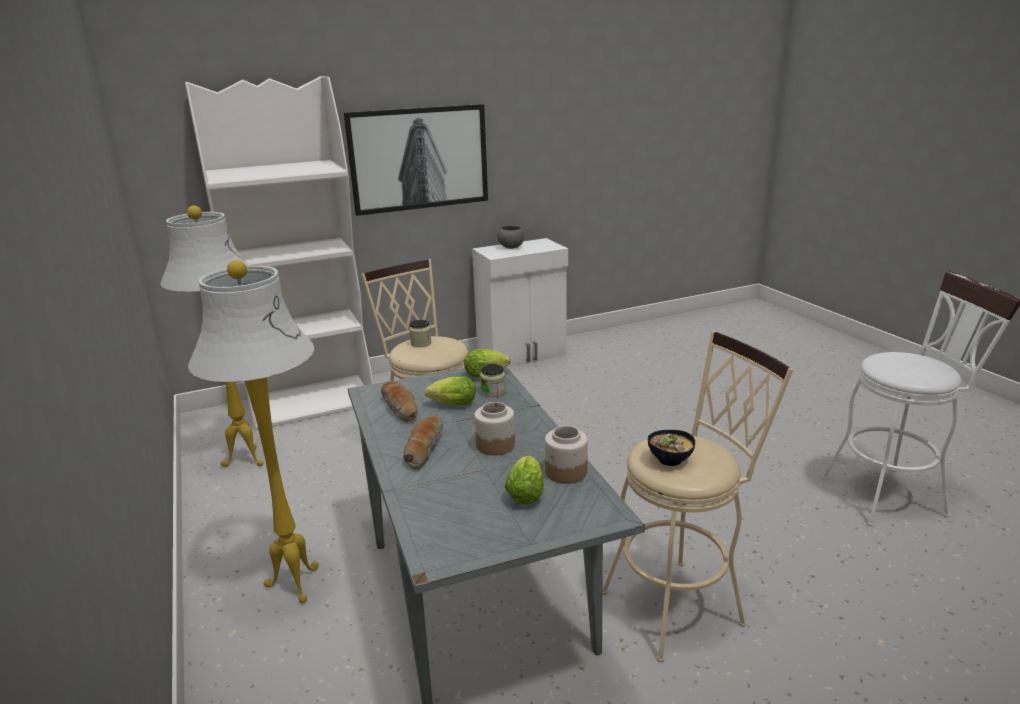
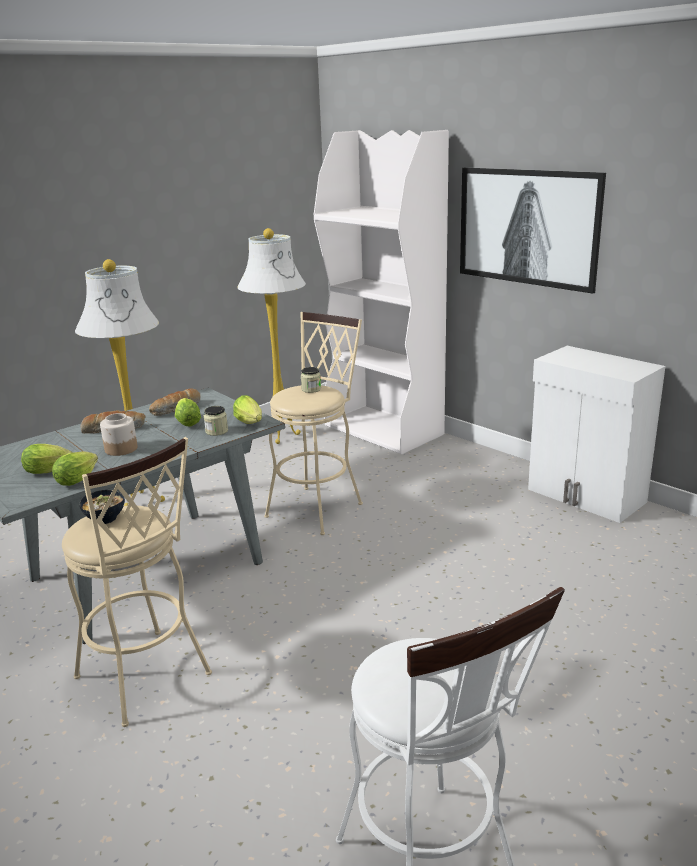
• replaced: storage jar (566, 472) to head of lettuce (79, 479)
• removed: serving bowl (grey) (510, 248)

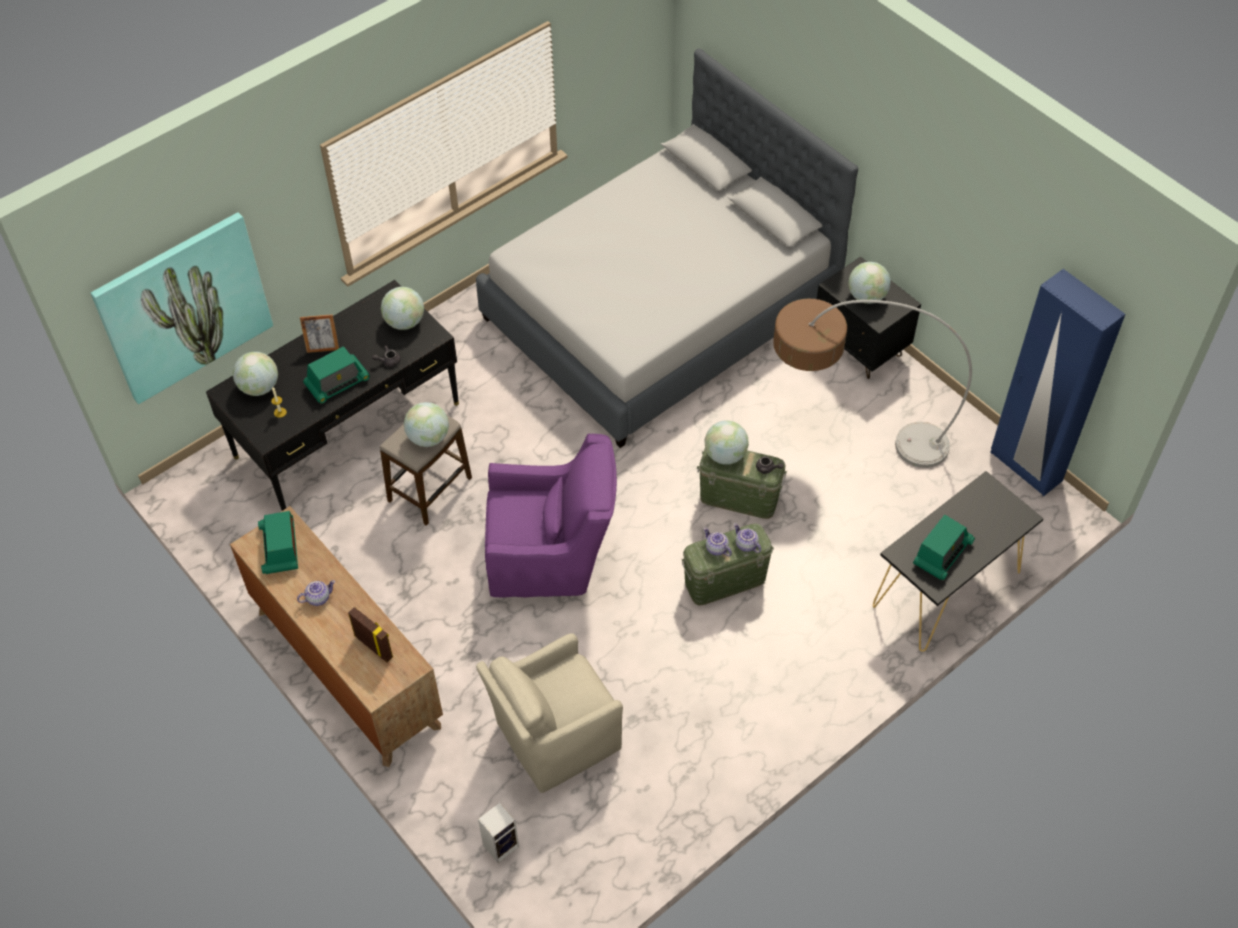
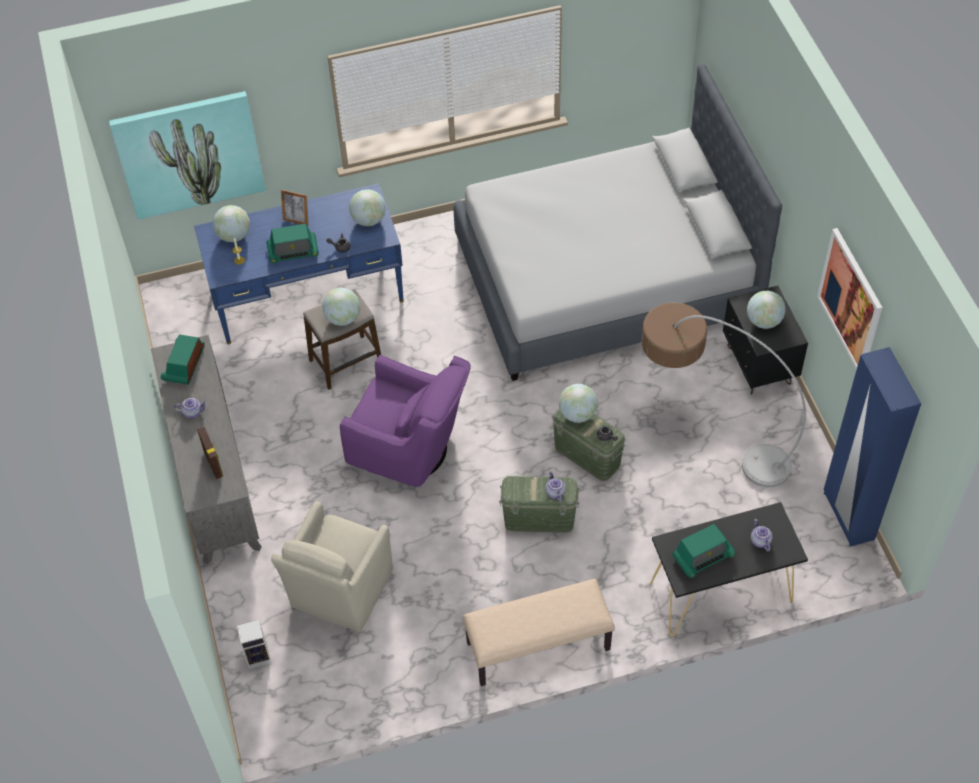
• recoloured: chest of drawers (brown-coloured) (347, 667) to chest of drawers (grey) (214, 478)
• recoloured: desk unit (black) (347, 430) to desk unit (blue-coloured) (307, 293)
• turned: armchair (beige-coloured) (554, 738) = (340, 591) 60 degrees counterclockwise
• added: long seat (beige-coloured) (538, 647)
• moved: tea pot (716, 549) to (760, 541)
• added: picture (850, 301)

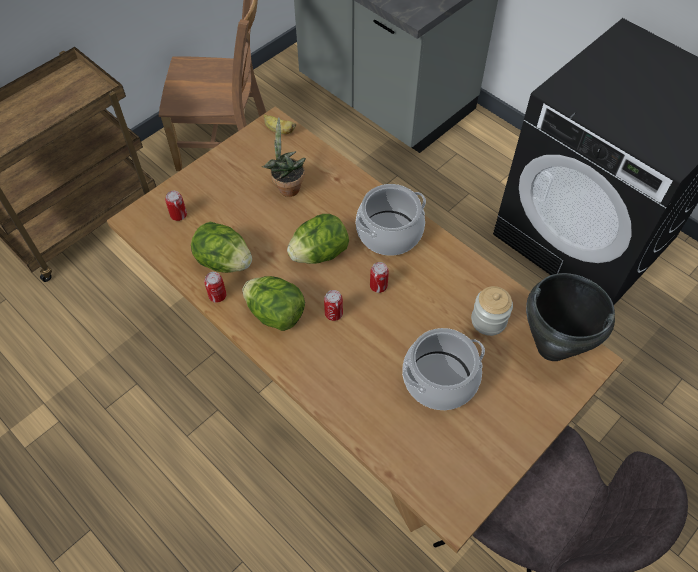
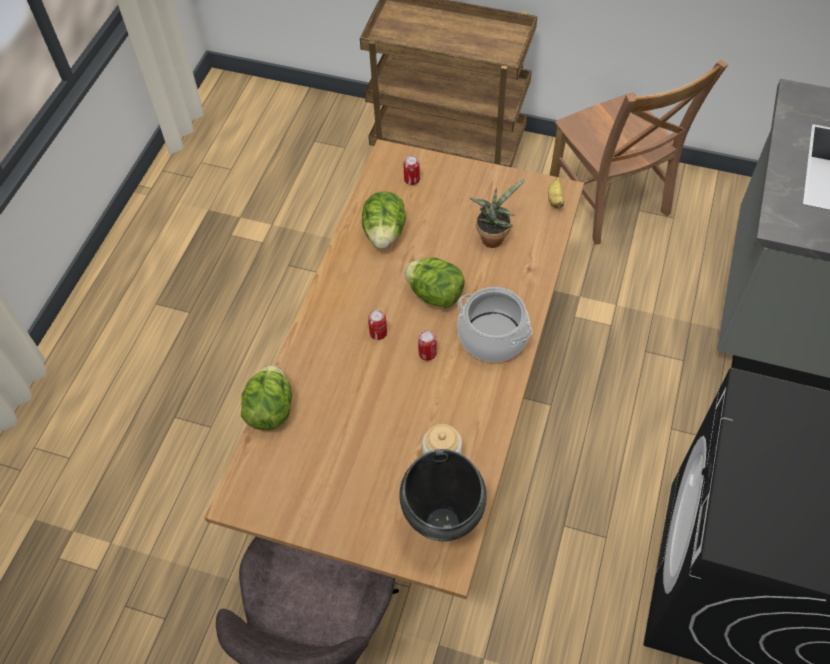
• moved: head of lettuce (276, 314) to (270, 410)
• removed: metal can (217, 296)
• removed: stockpot (439, 379)

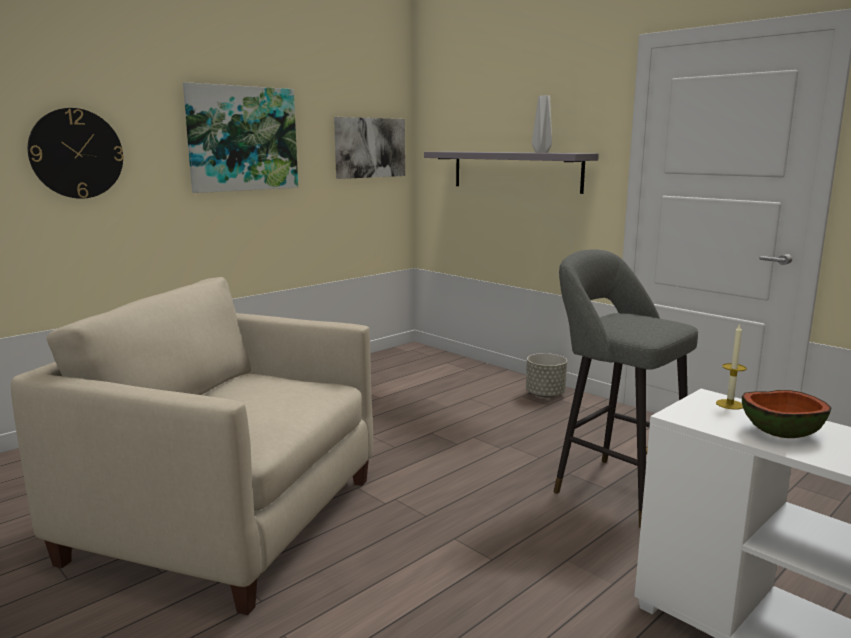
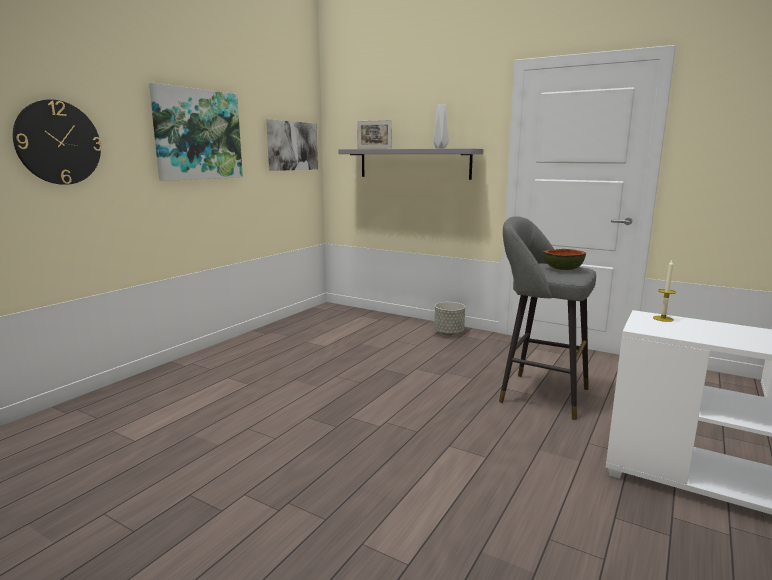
• added: standing frame (374, 148)
• moved: serving bowl (781, 432) to (563, 269)
• removed: armchair (beige-coloured) (228, 519)

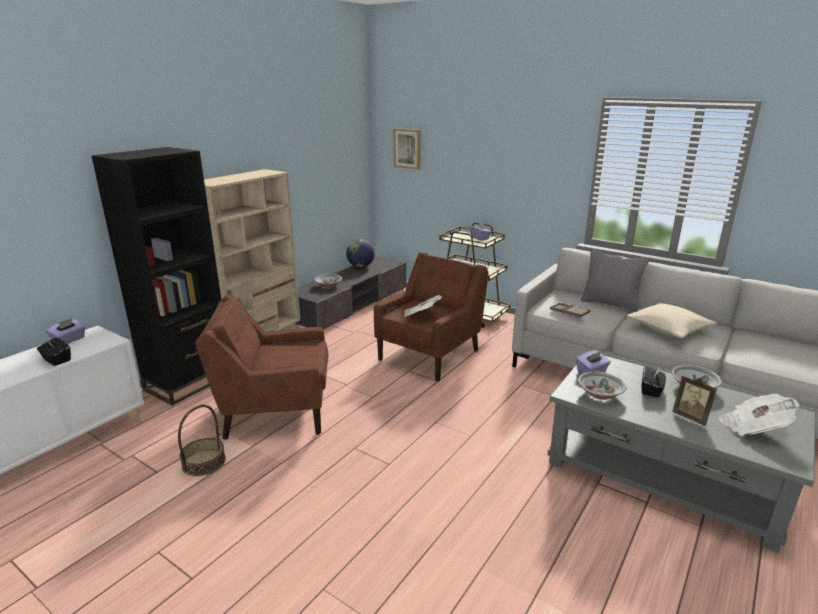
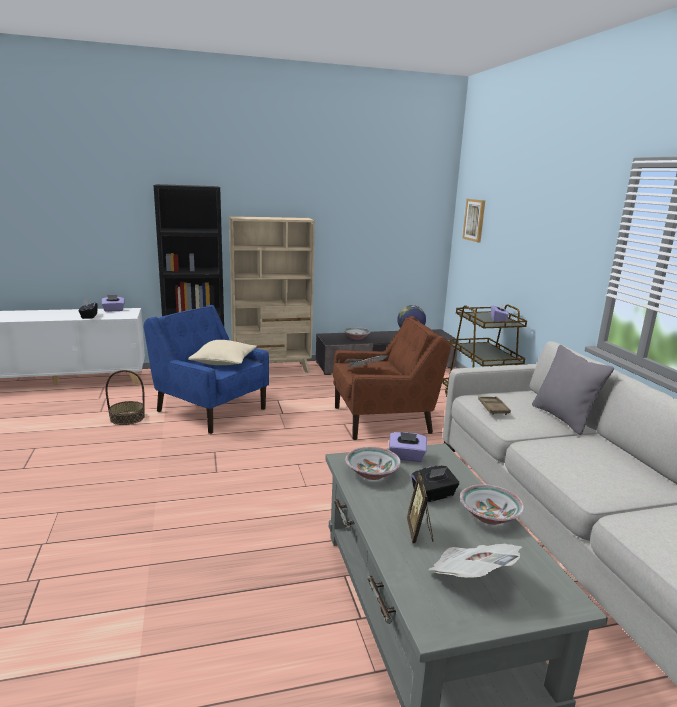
• recoloured: armchair (brown-coloured) (276, 411) to armchair (blue-coloured) (211, 409)
• moved: throw pillow (beige-coloured) (669, 329) to (223, 362)

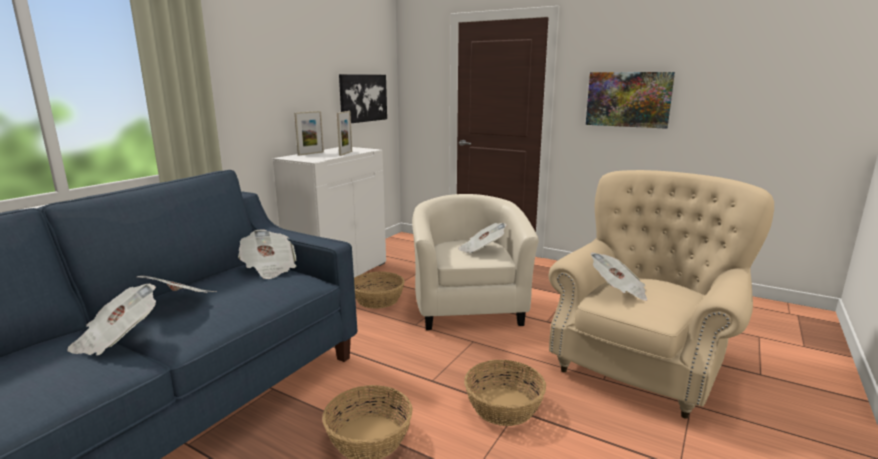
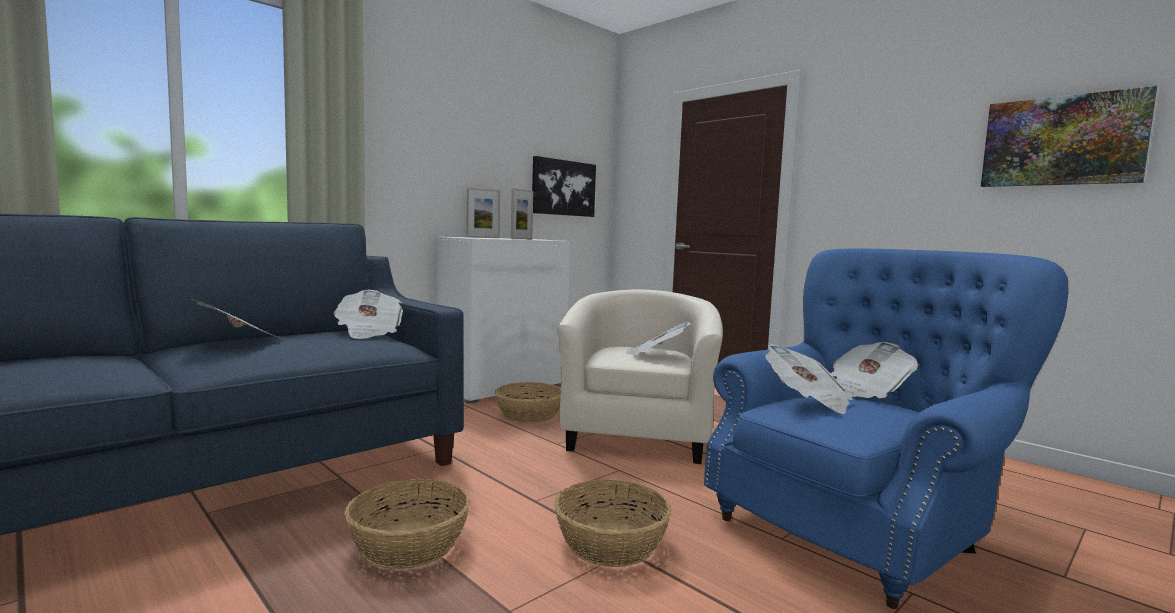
• recoloured: armchair (beige-coloured) (642, 362) to armchair (blue-coloured) (857, 529)
• moved: newspaper (117, 339) to (866, 392)
• moved: picture (628, 99) to (1062, 141)

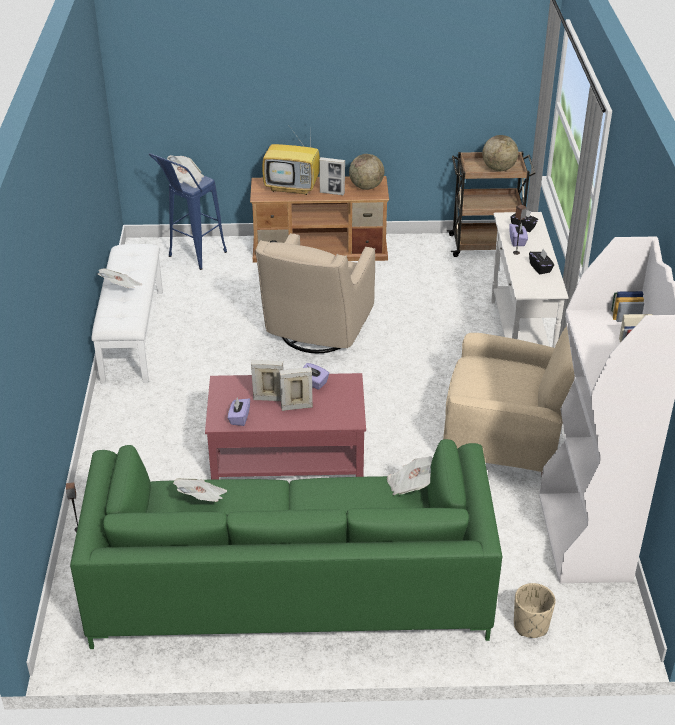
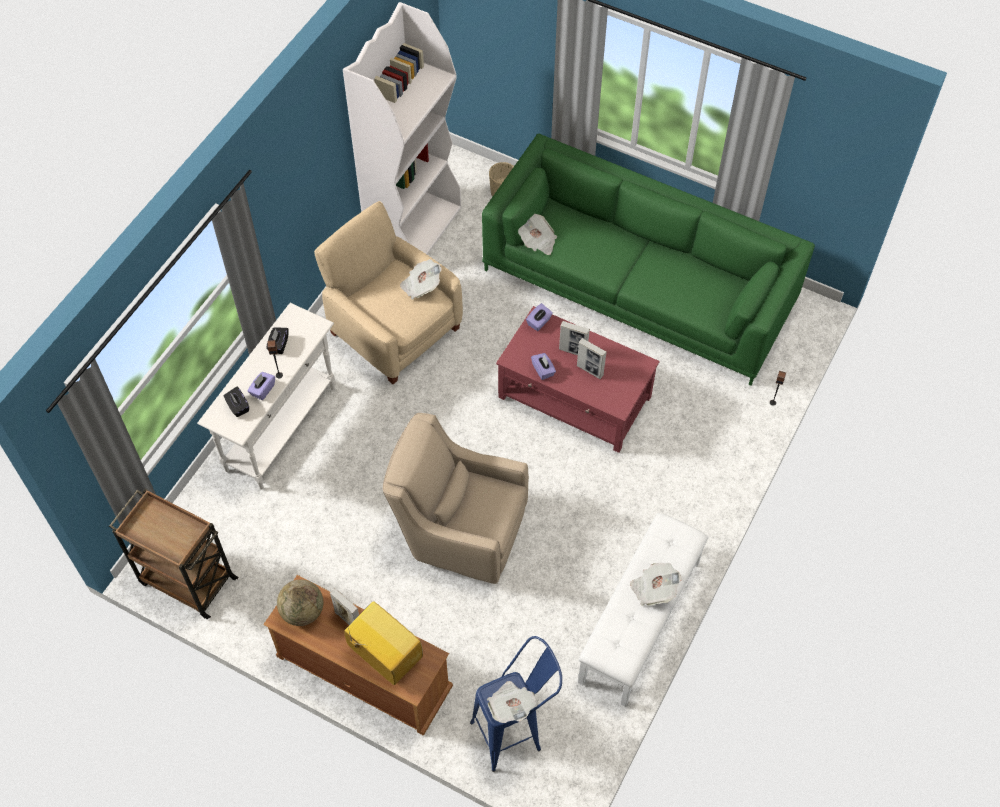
• turned: armchair (beige-coloured) (316, 333) = (459, 531) 120 degrees counterclockwise
• moved: newspaper (202, 499) to (421, 286)
• moved: tissue box (purple-coloured) (239, 418) to (539, 322)
• removed: world globe (498, 169)

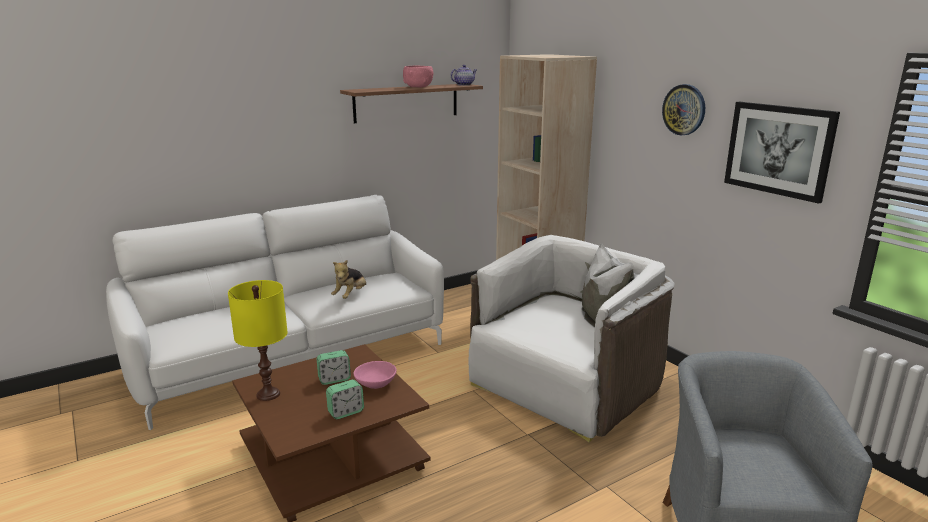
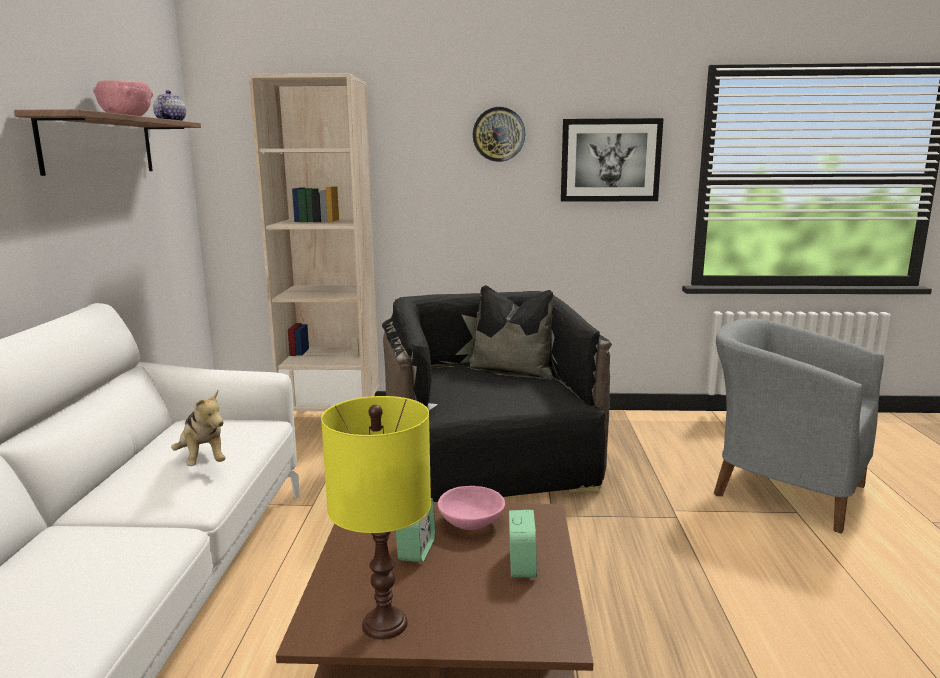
• recoloured: armchair (white) (565, 385) to armchair (black) (490, 463)

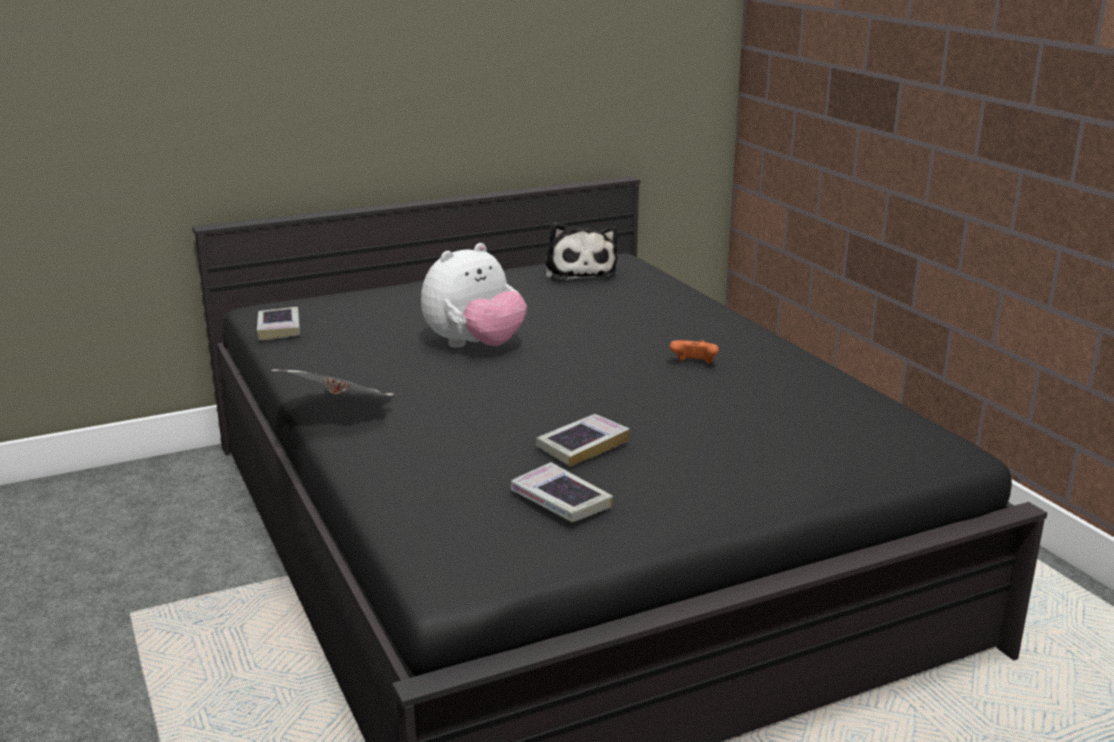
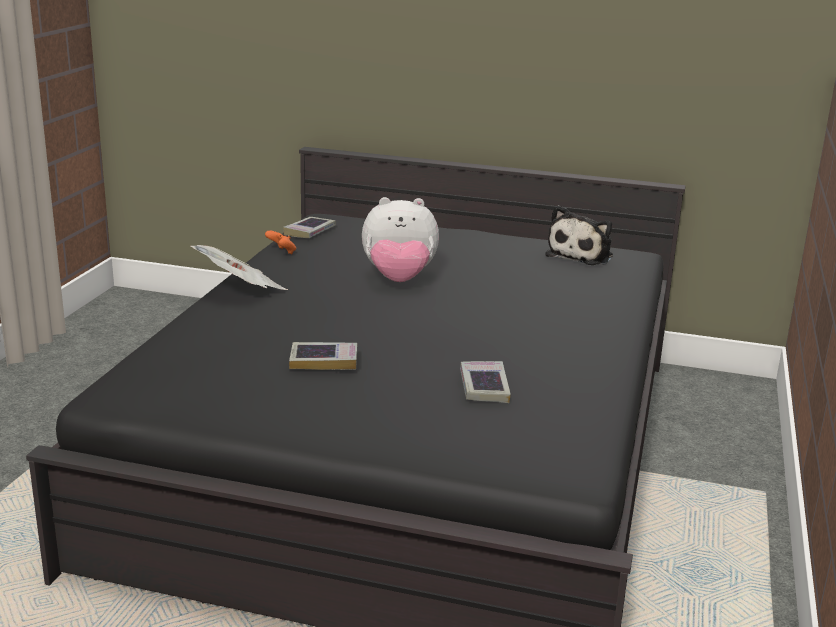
• moved: joypad (orange) (694, 364) to (282, 252)
• moved: bound book (560, 500) to (484, 387)

